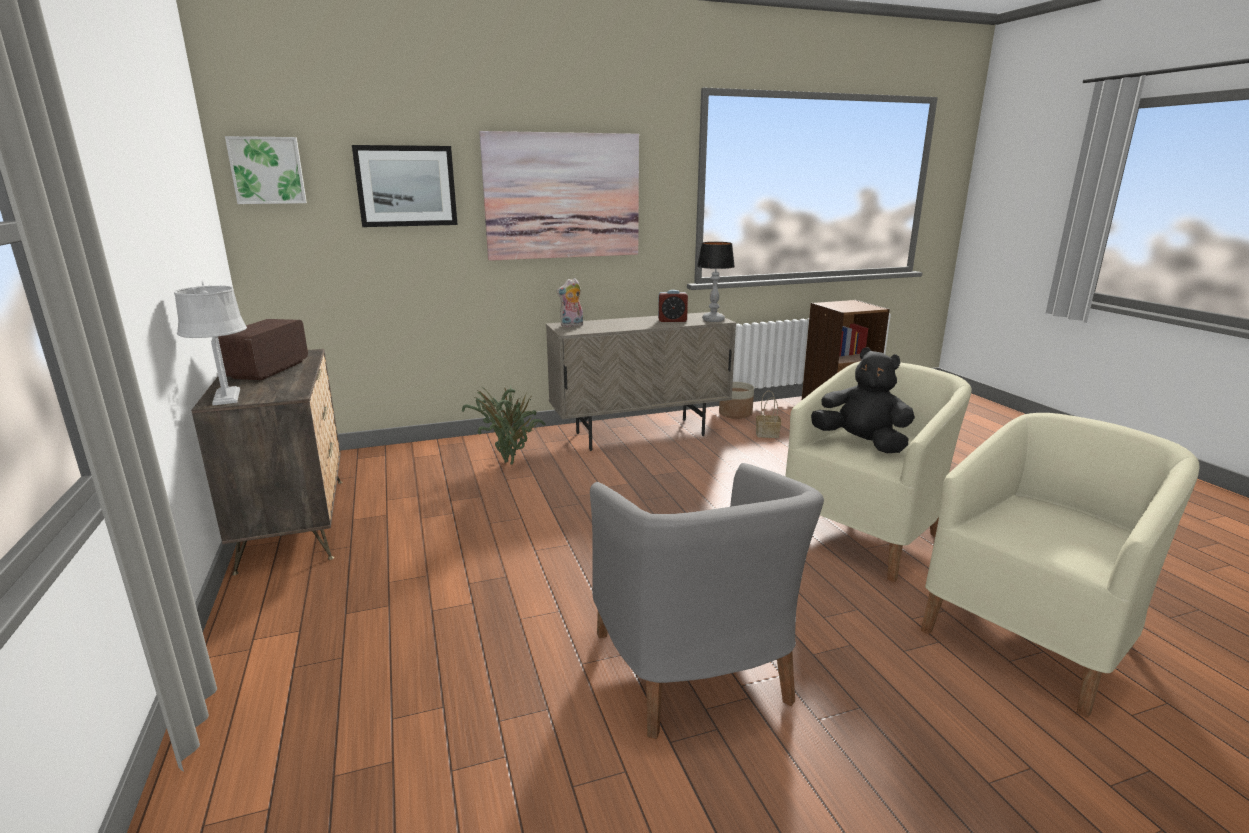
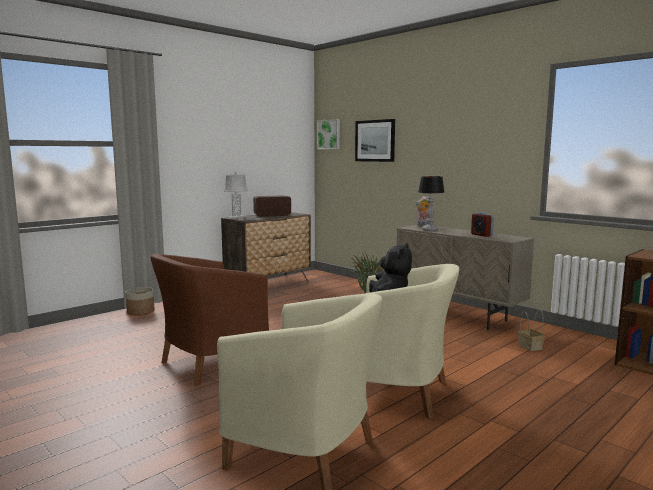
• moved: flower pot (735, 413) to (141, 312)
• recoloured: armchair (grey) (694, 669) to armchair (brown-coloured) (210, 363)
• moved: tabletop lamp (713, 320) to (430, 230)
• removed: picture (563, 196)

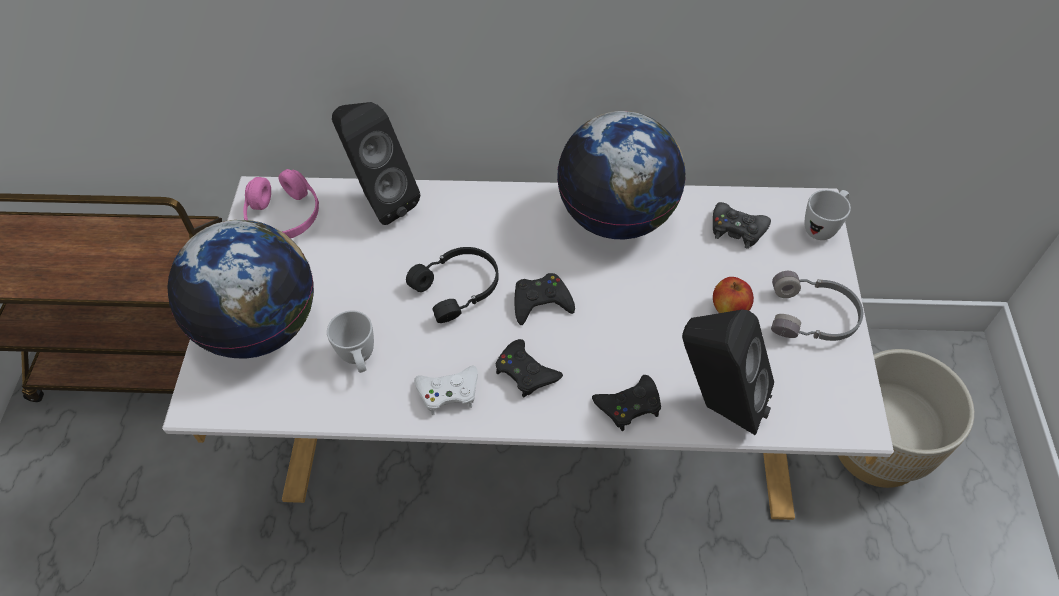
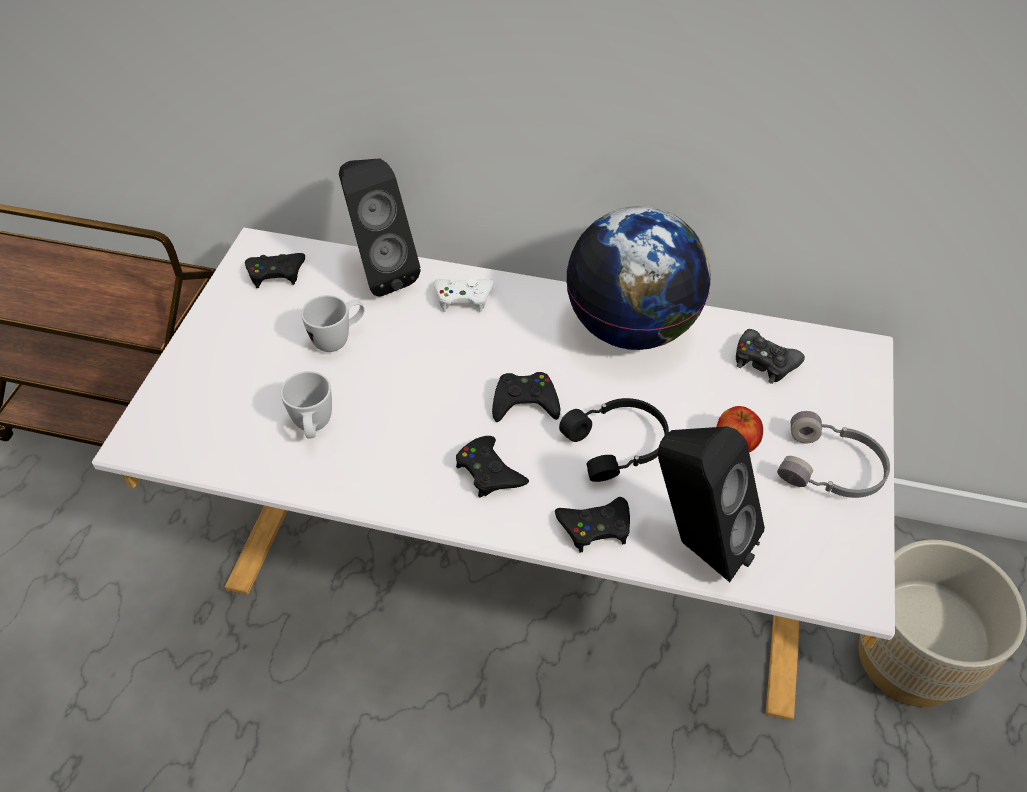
• replaced: headset (pink) (284, 216) to joypad (black) (276, 273)
• moved: coffee mug (white) (823, 227) to (339, 339)
• moved: joypad (white) (448, 392) to (463, 297)
• moved: headset (black) (459, 288) to (618, 445)
• removed: world globe (261, 326)

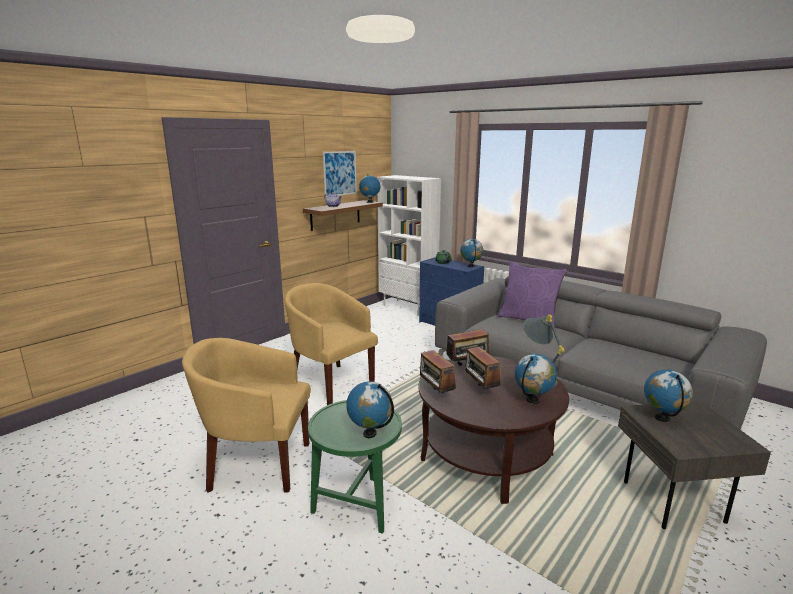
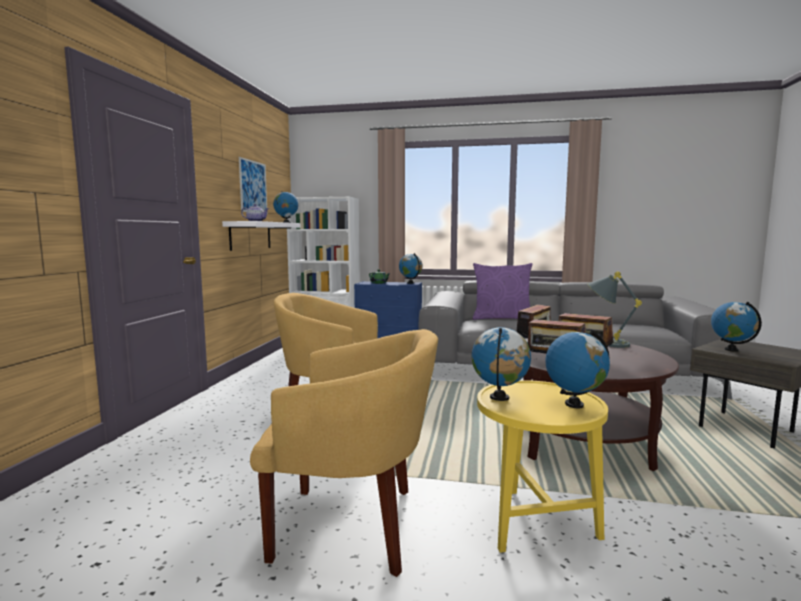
• recoloured: wall shelf (brown-coloured) (335, 215) to wall shelf (white) (250, 235)
• turned: armchair (yellow-coloured) (256, 464) = (352, 526) 150 degrees counterclockwise
• moved: world globe (533, 400) to (499, 398)
• recoloured: end table (green-coloured) (357, 503) to end table (yellow-coloured) (534, 521)

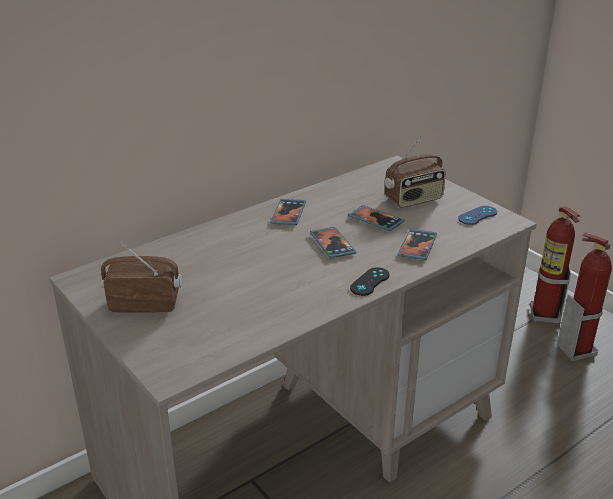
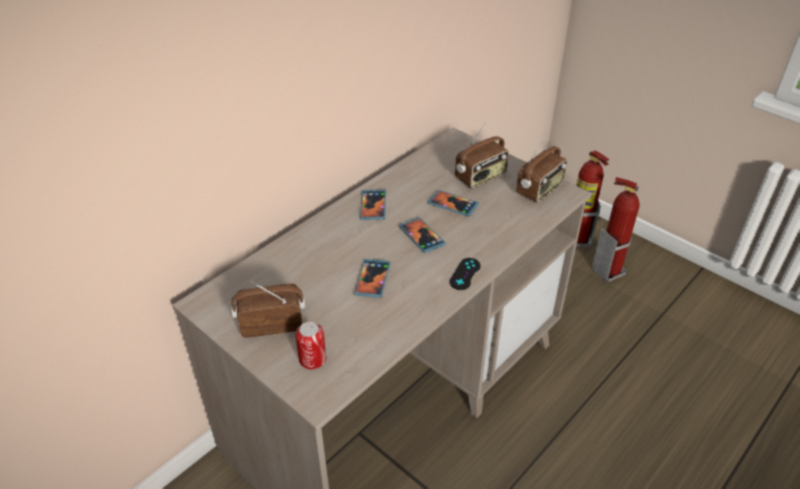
• added: metal can (312, 359)
• moved: telephone (417, 246) to (372, 279)
• replaced: joypad (blue-coloured) (477, 215) to radio (540, 190)

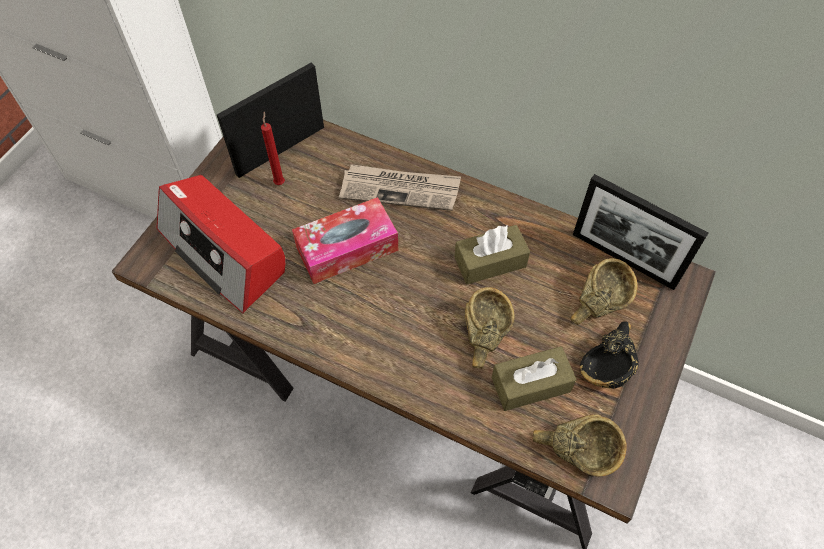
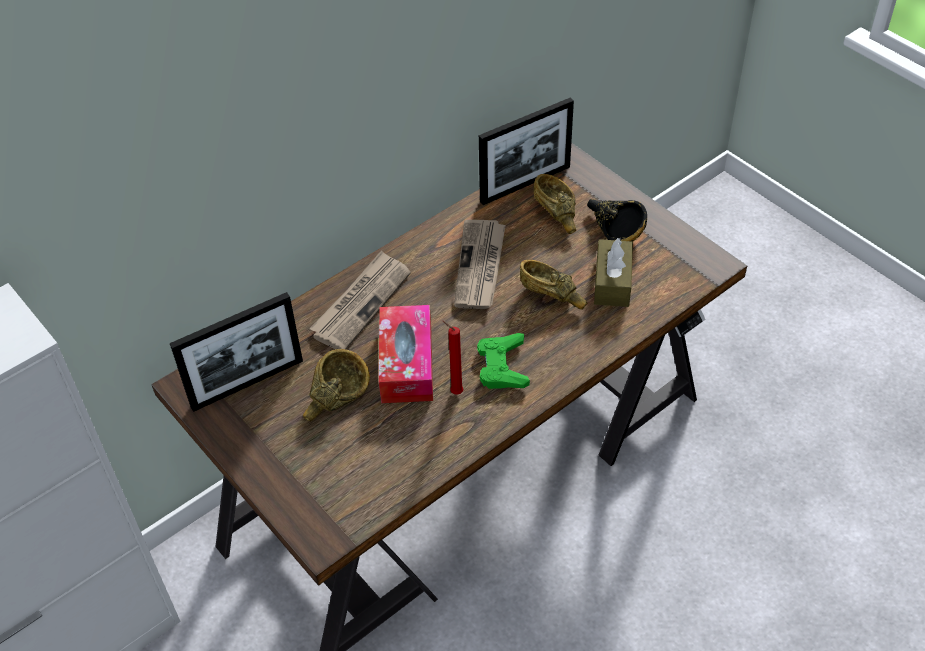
• turned: standing frame (280, 150) = (247, 384) 105 degrees counterclockwise
• moved: serving bowl (brown-coloured) (574, 451) to (336, 399)
• moved: wax light (red-coloured) (280, 182) to (455, 392)
• replaced: tissue box (brown-coloured) (490, 262) to newspaper (480, 267)
• added: joypad (green-coloured) (502, 366)
• removed: radio (224, 252)

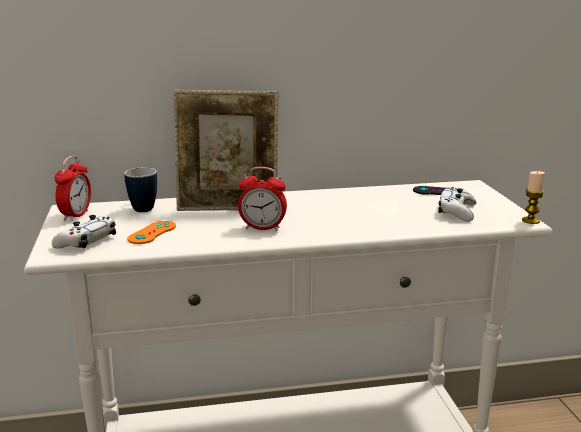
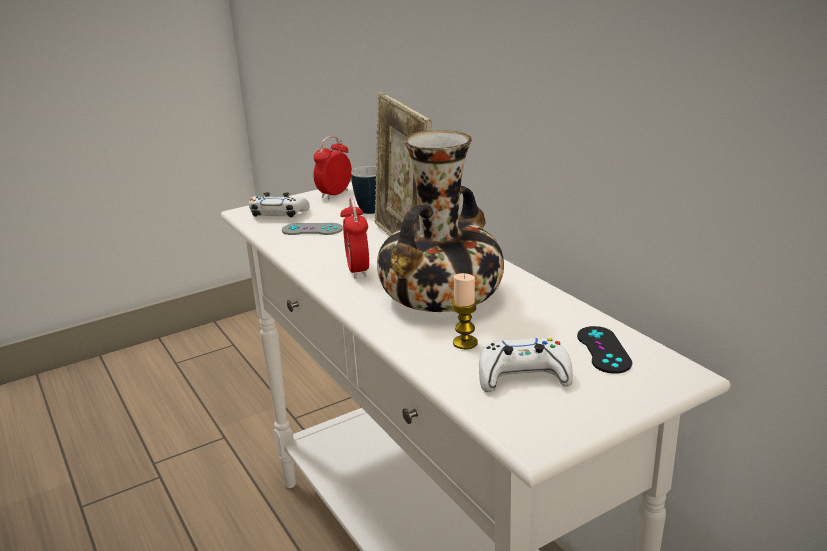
• recoloured: joypad (orange) (152, 233) to joypad (grey) (312, 229)
• turned: alarm clock (76, 215) = (334, 194) 135 degrees clockwise
• added: vase (443, 295)
• moved: wax light (530, 220) to (465, 343)

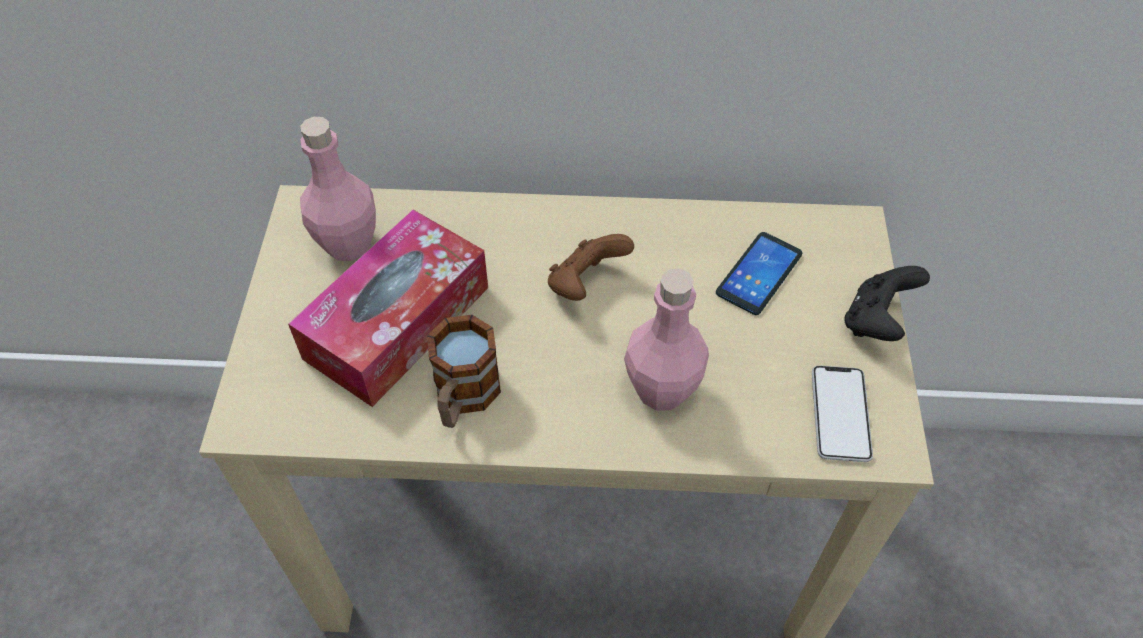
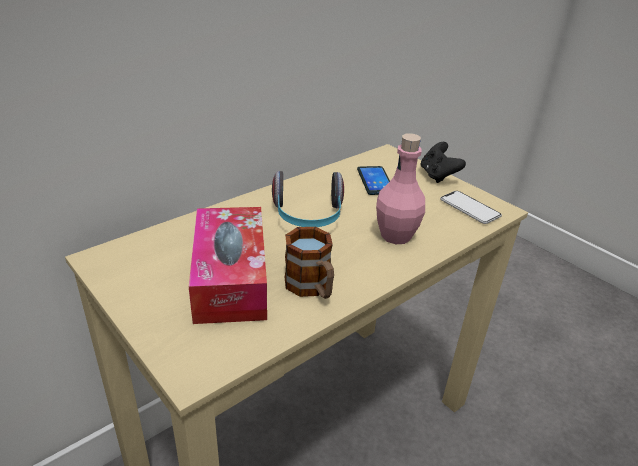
• replaced: joypad (brown-coloured) (585, 284) to headset (308, 217)
• removed: drink bottle (pink) (348, 244)

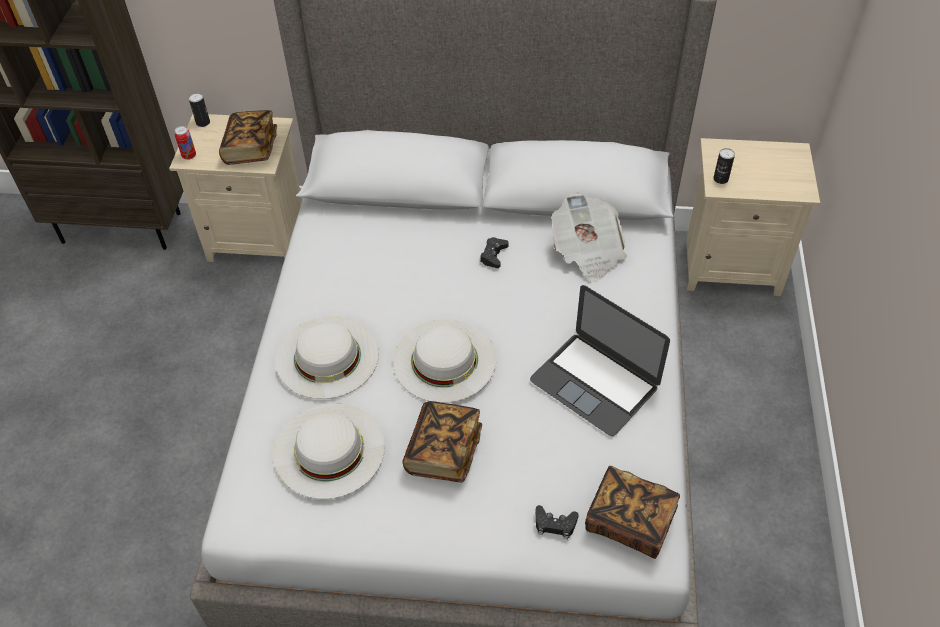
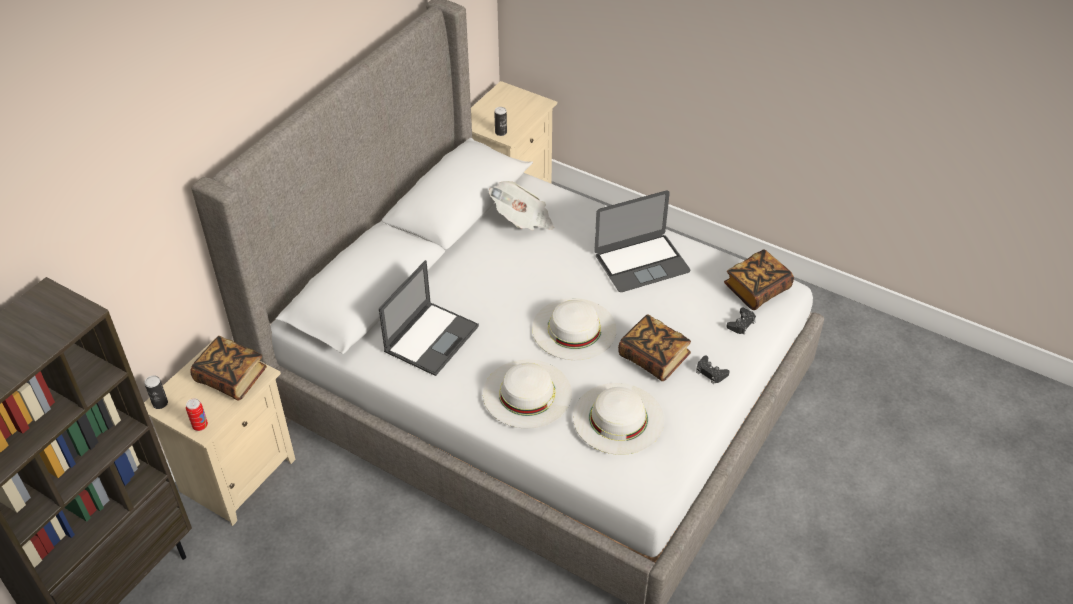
• added: laptop (432, 338)
• moved: joypad (black) (493, 255) to (710, 372)

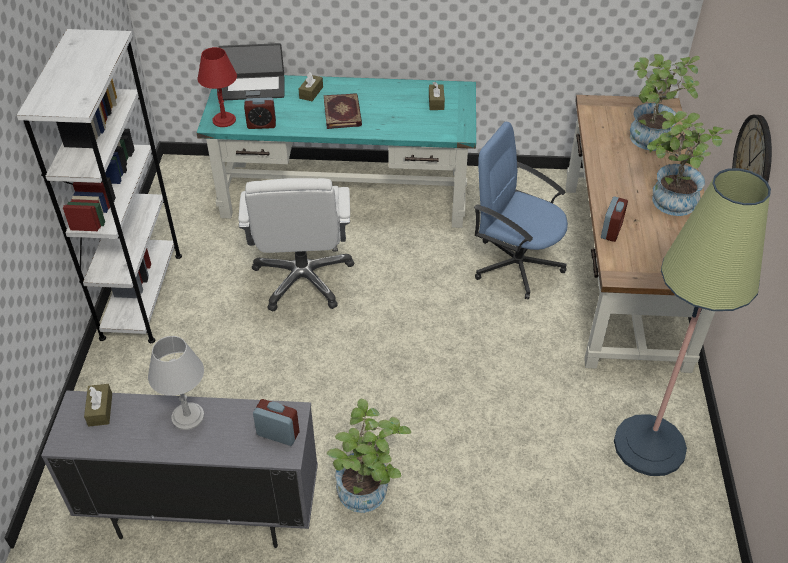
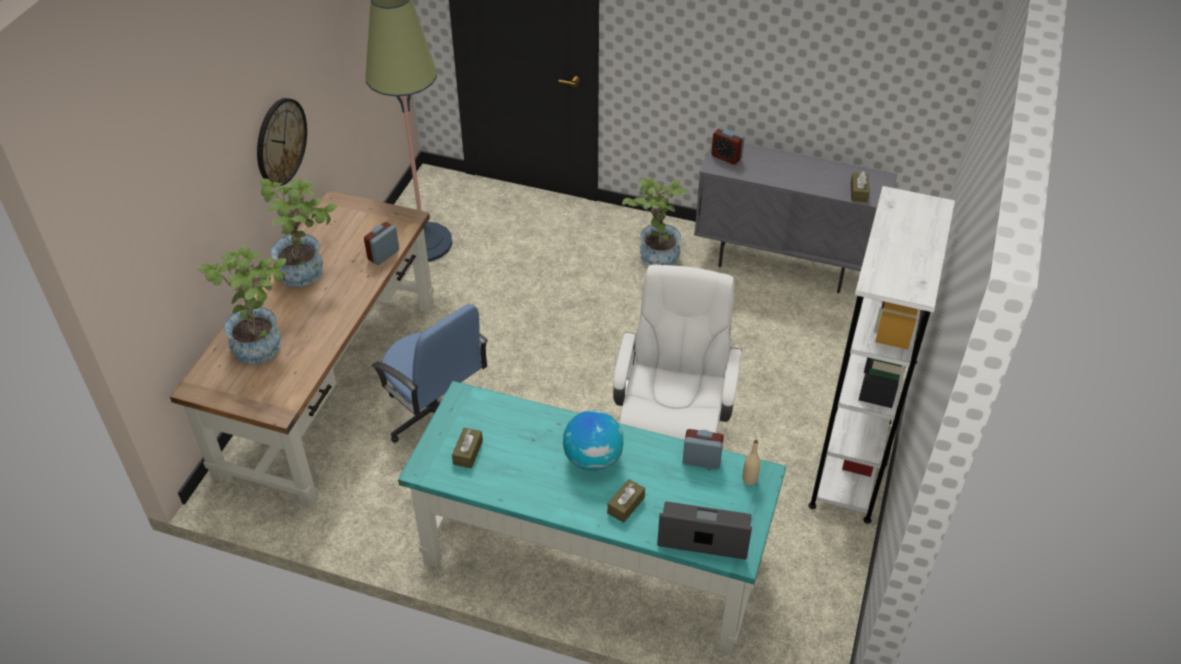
• replaced: bound book (343, 113) to world globe (593, 459)
• replaced: tabletop lamp (red-coloured) (224, 120) to drink bottle (beige-coloured) (749, 479)
• removed: tabletop lamp (grey) (187, 416)

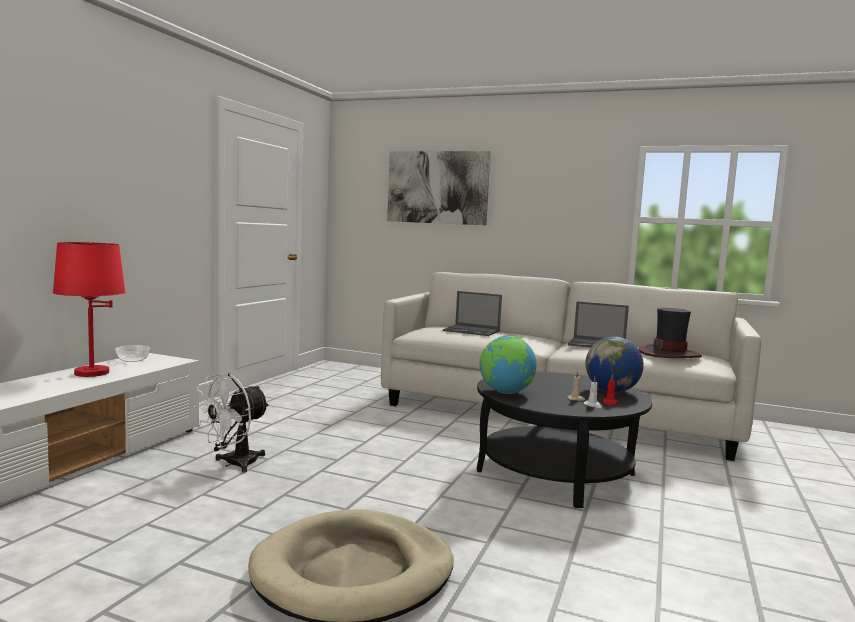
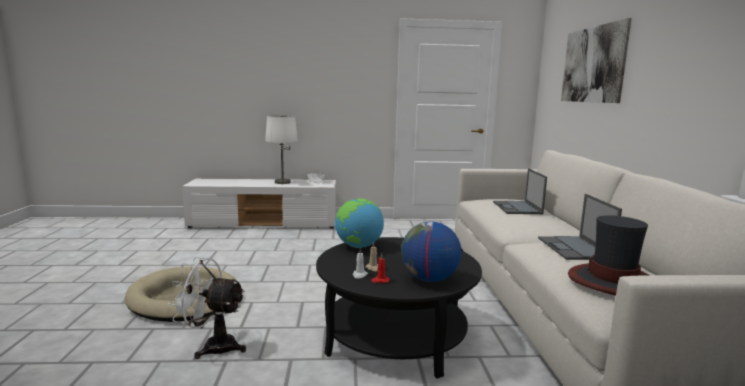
• moved: electric fan (white) (234, 464) to (212, 346)
• recoloured: tabletop lamp (red-coloured) (91, 373) to tabletop lamp (white) (282, 182)

